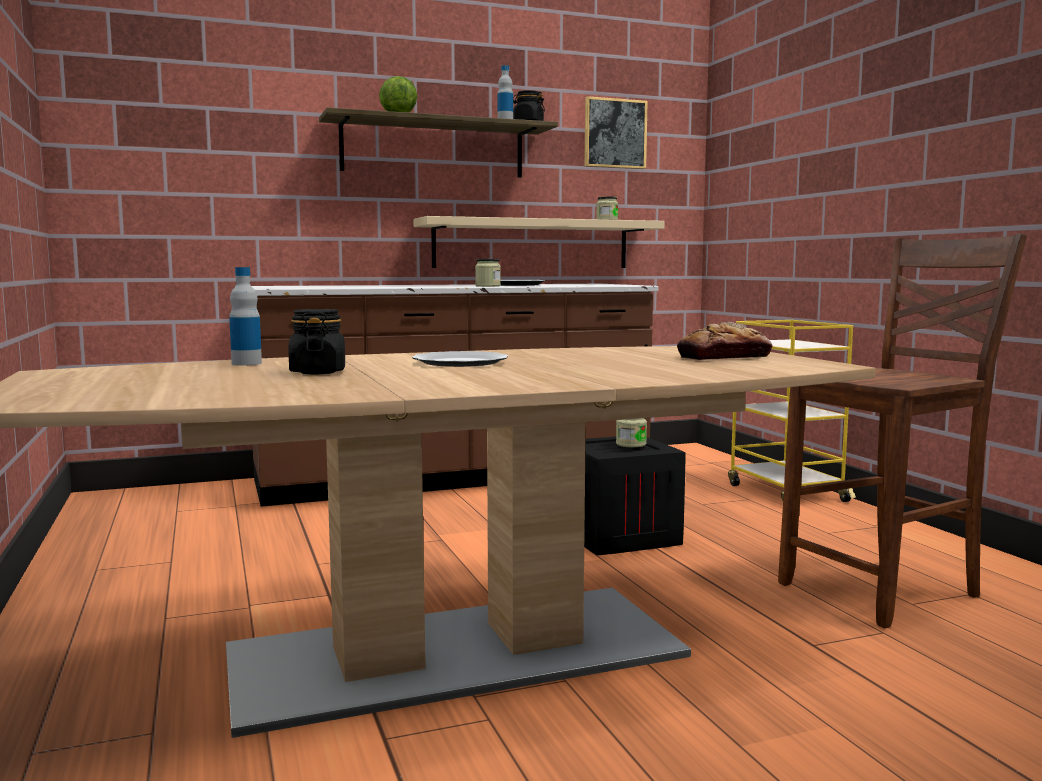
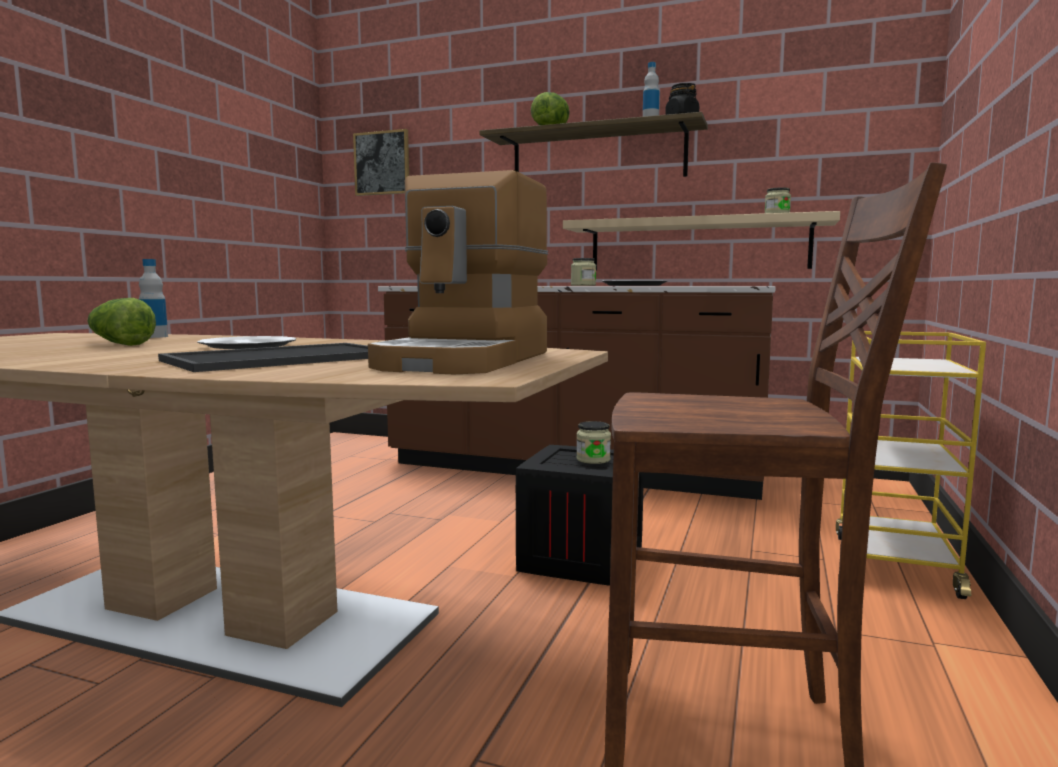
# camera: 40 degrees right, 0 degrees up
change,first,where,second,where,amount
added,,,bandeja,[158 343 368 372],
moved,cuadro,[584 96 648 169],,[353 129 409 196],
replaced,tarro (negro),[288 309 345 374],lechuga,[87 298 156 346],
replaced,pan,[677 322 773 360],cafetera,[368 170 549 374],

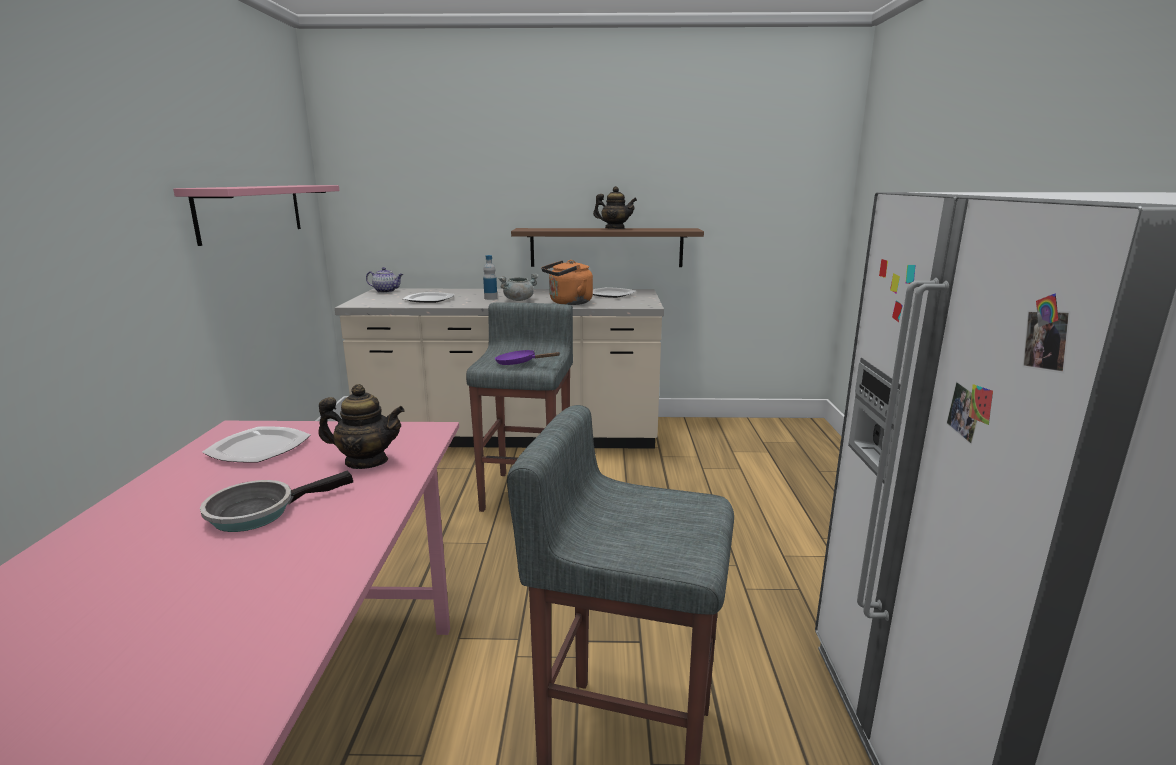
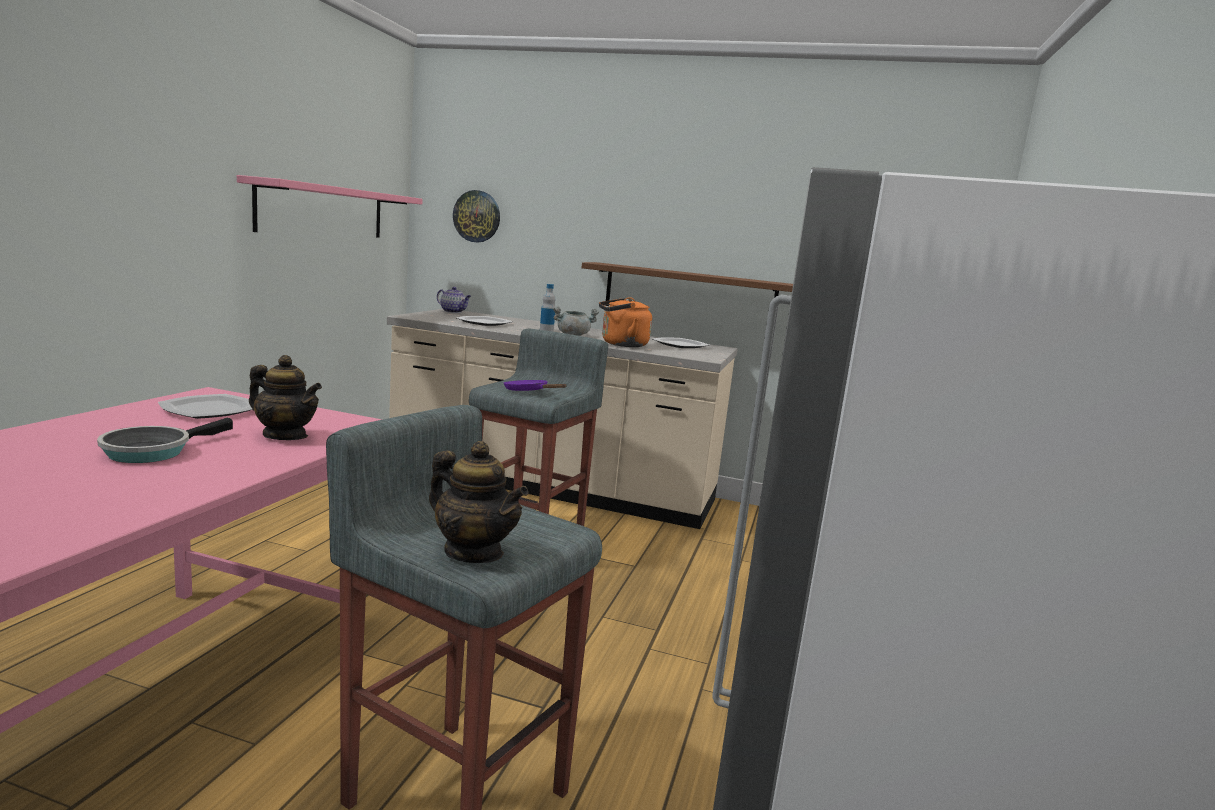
# camera: 15 degrees right, 5 degrees down
change,first,where,second,where,amount
added,,,reloj de pared,[453 190 500 242],
moved,tetera,[593 186 637 229],,[429 441 528 563],
turned,sartén,[200 470 354 532],,[97 418 233 463],45 degrees counterclockwise

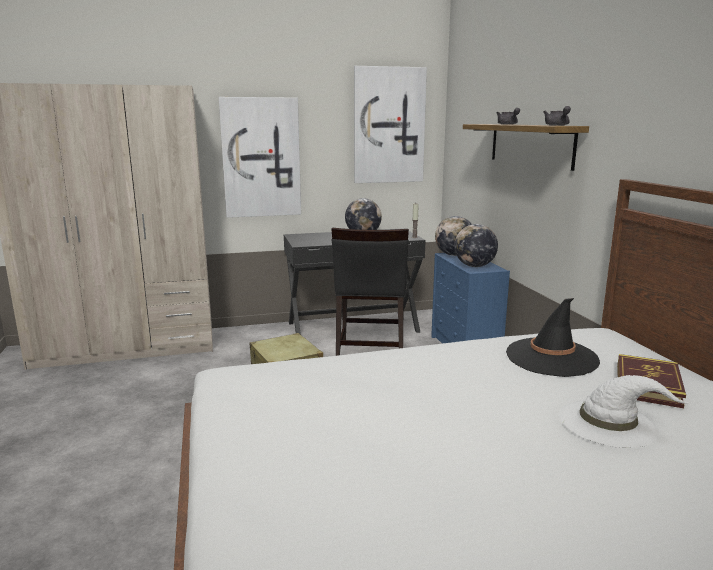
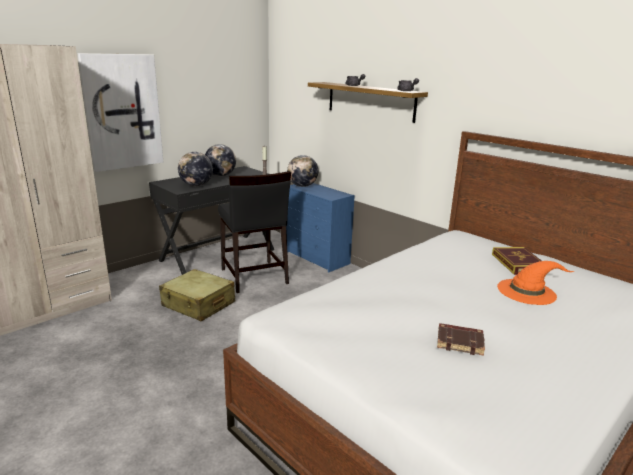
# camera: 30 degrees left, 5 degrees up
change,first,where,second,where,amount
removed,cuadro,[354 66 427 183],,,
removed,sombrero (negro),[506 298 600 377],,,
added,,,libro (marrón),[437 323 485 356],
moved,globo terráqueo,[454 224 498 267],,[178 152 213 186],
recoloured,sombrero (blanco),[559 375 689 448],sombrero (naranja),[497 261 574 305],

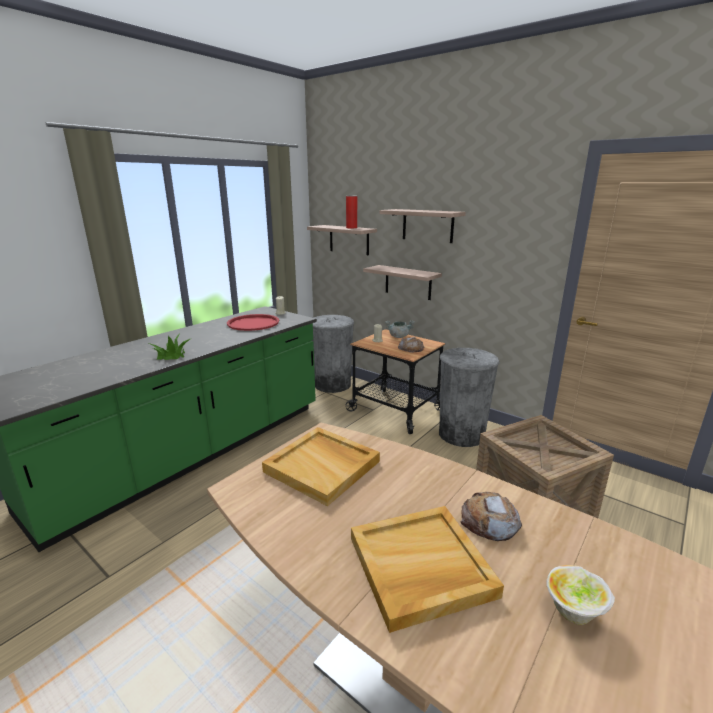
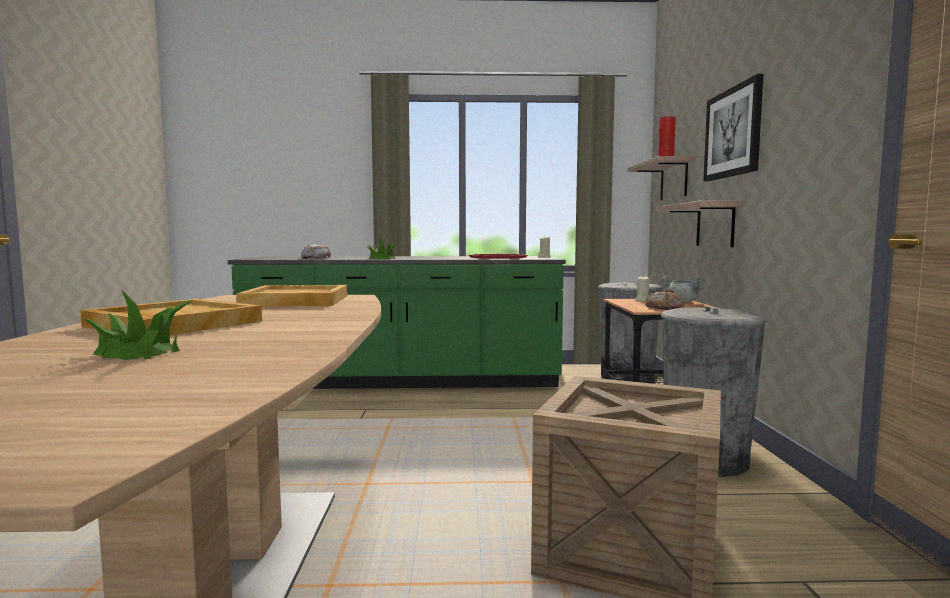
# camera: 50 degrees right, 15 degrees down
change,first,where,second,where,amount
moved,pan,[460 492 522 541],,[301 243 331 259],
replaced,estante,[380 209 466 243],cuadro,[703 74 763 181],
replaced,cuenco,[546 565 615 625],planta en maceta,[83 289 193 360],

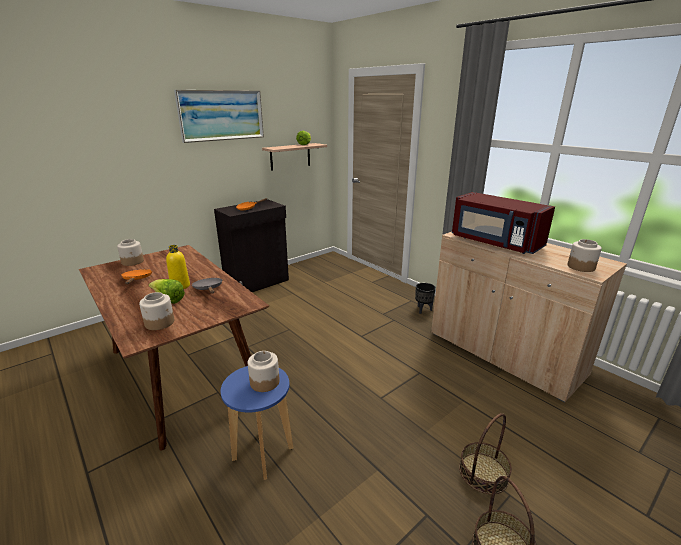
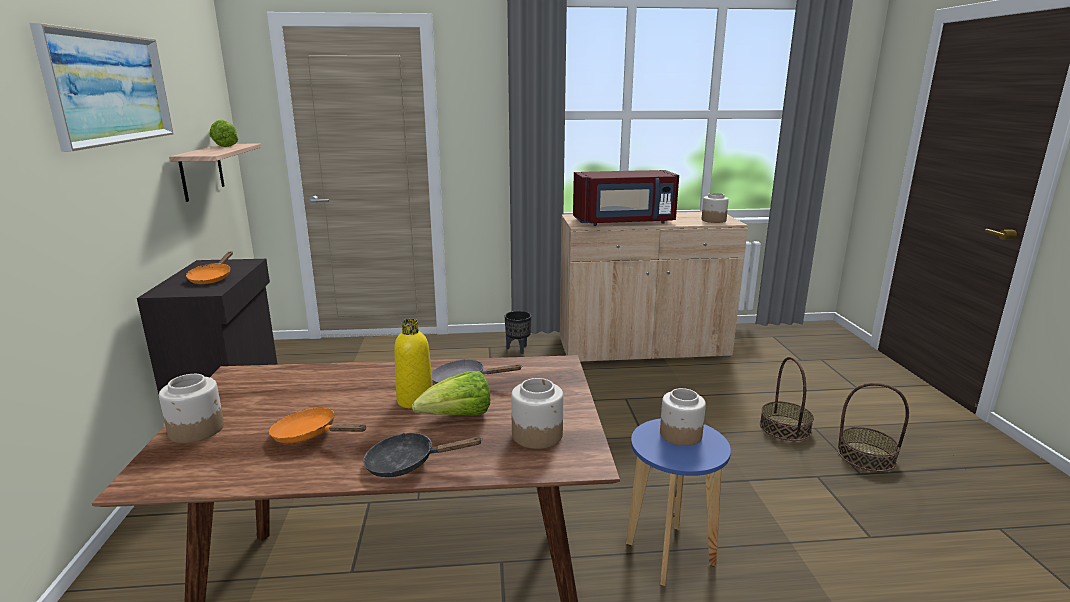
# camera: 55 degrees left, 5 degrees down
change,first,where,second,where,amount
added,,,sartén (negro),[363 433 483 477],

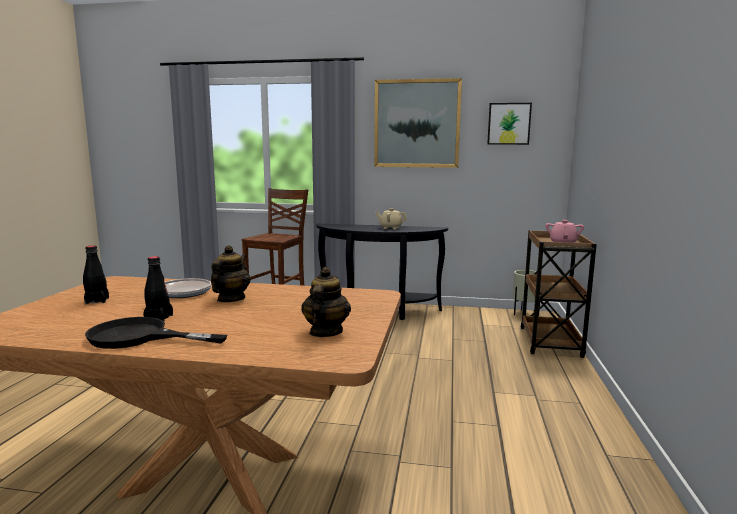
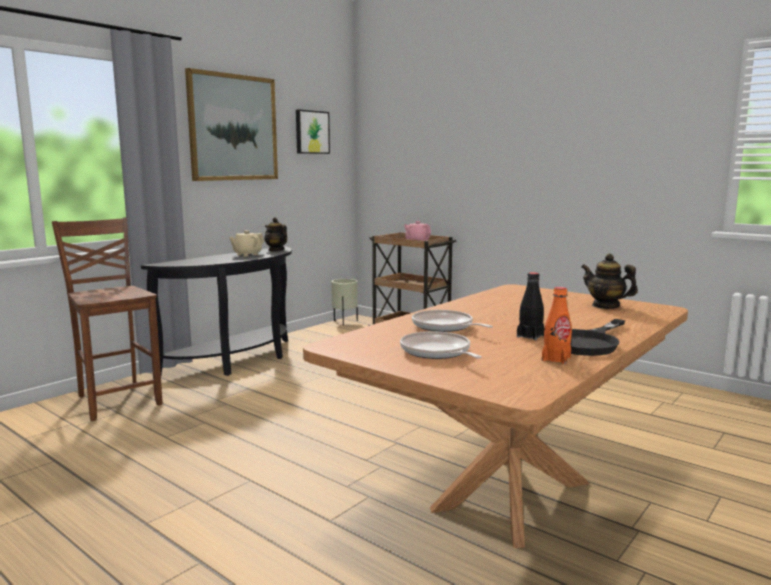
# camera: 60 degrees left, 0 degrees up
change,first,where,second,where,amount
added,,,botella (naranja),[542 287 572 364],
moved,tetera,[211 245 250 302],,[264 217 287 251],
replaced,botella (negro),[83 245 109 304],sartén,[400 331 482 359],

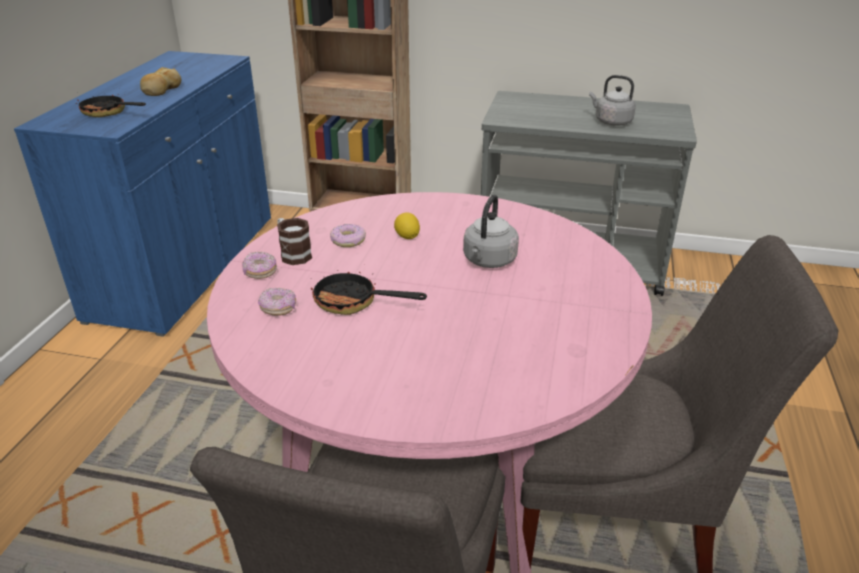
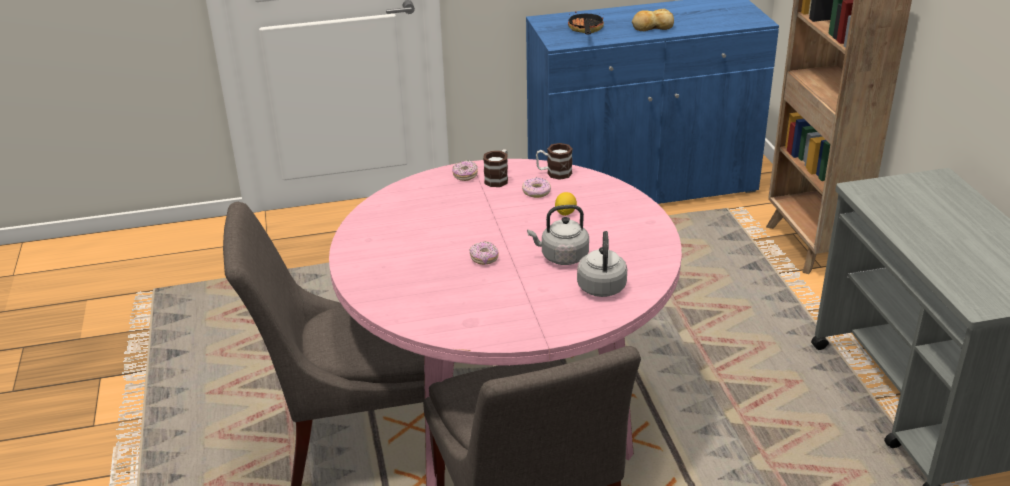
# camera: 65 degrees right, 0 degrees up
change,first,where,second,where,amount
removed,sartén,[311 270 427 315],,,
added,,,taza grande,[536 143 573 180],
moved,rosquilla,[258 288 296 316],,[470 242 499 265],
moved,hervidor (gris),[589 75 636 126],,[577 231 627 297],

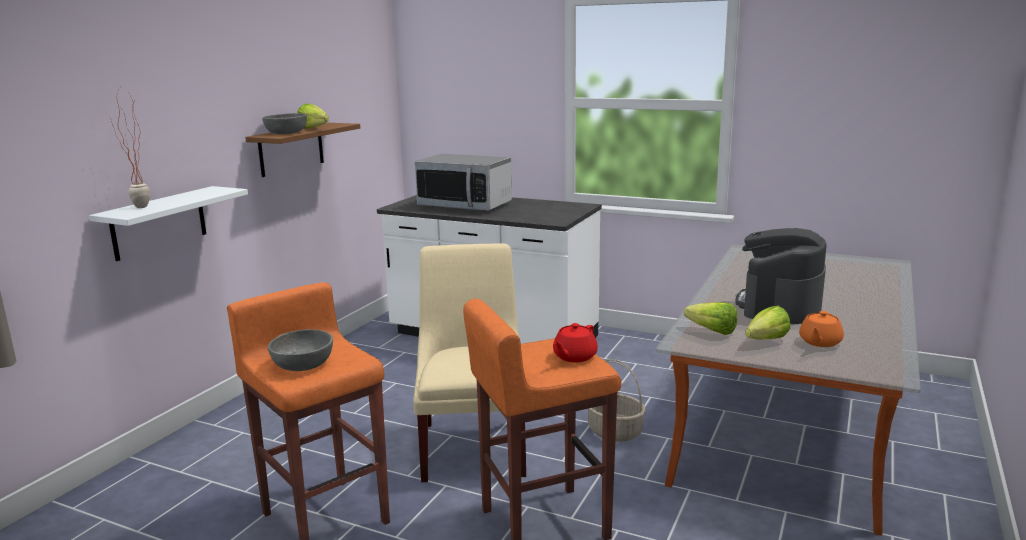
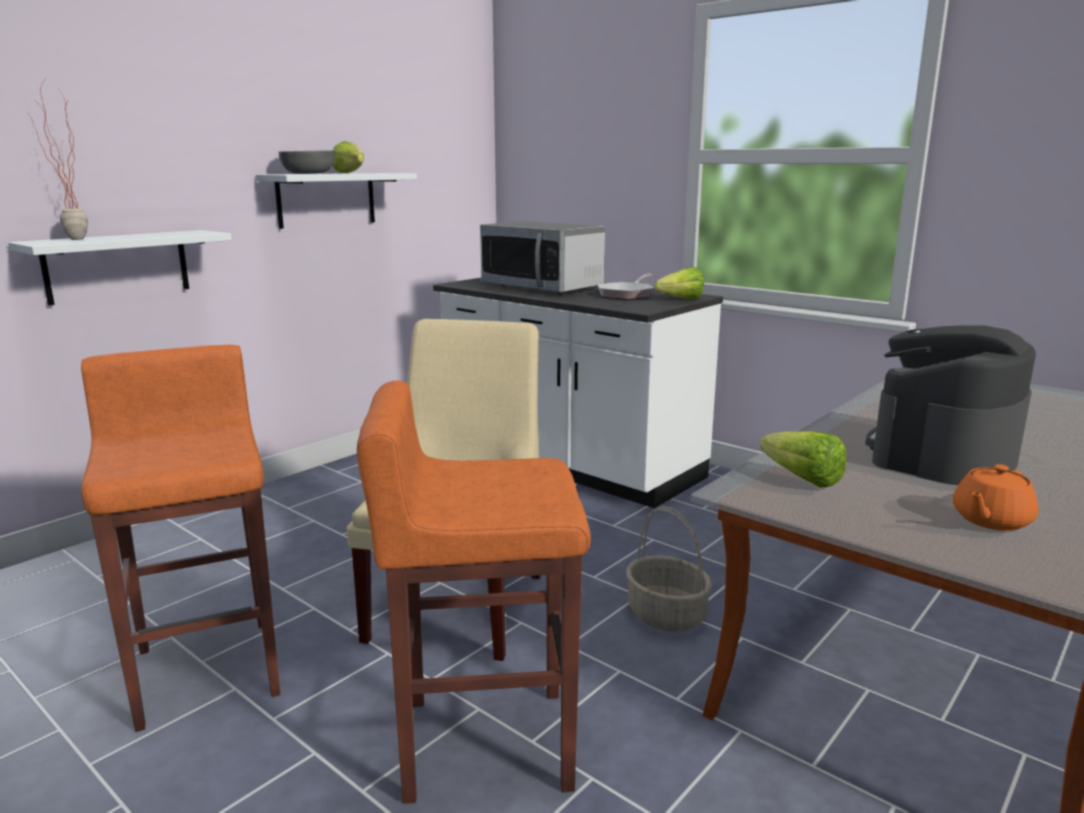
# camera: 15 degrees right, 0 degrees up
change,first,where,second,where,amount
removed,cuenco (gris),[268 329 333 371],,,
removed,tetera (rojo),[553 323 598 362],,,
added,,,sartén,[598 274 653 300],
moved,lechuga,[745 306 790 340],,[654 267 704 299],
recoloured,estante (marrón),[245 123 360 177],estante (blanco),[256 173 417 229],

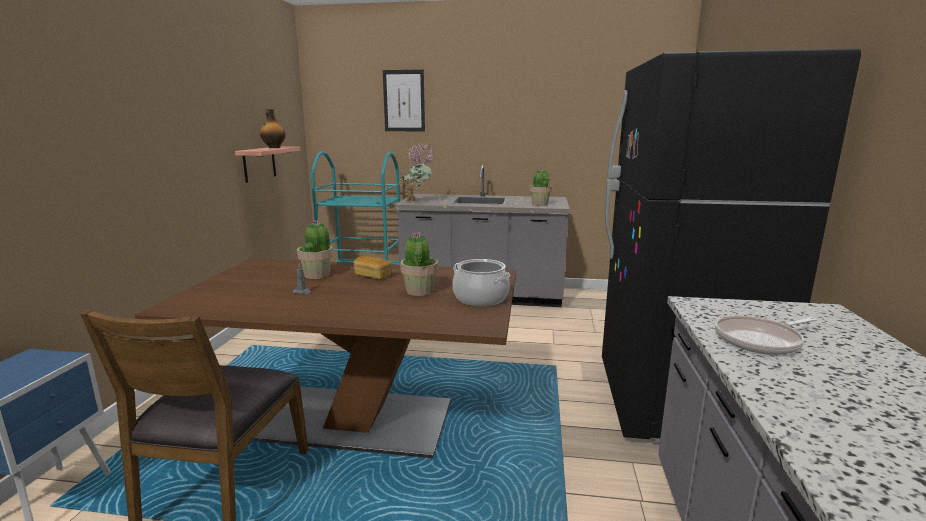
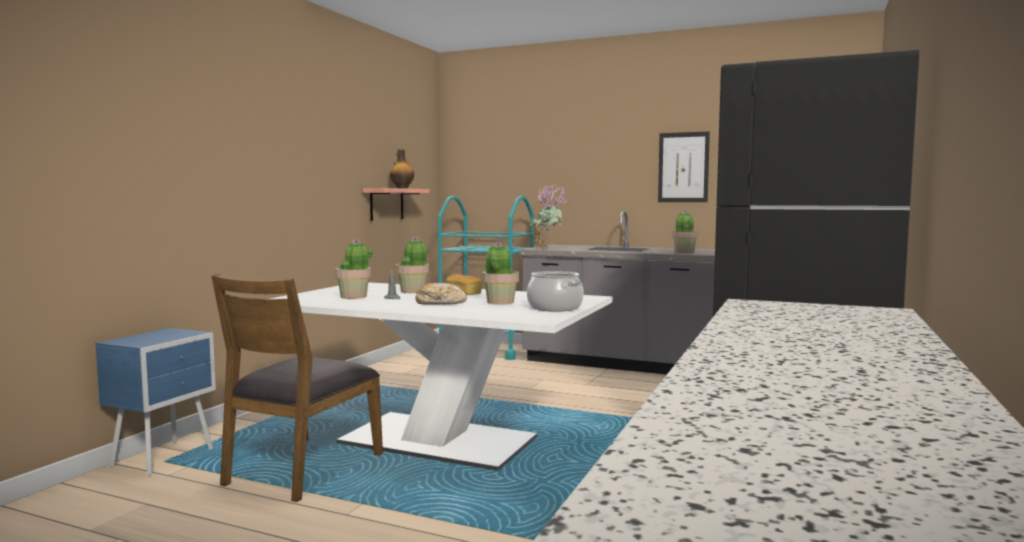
# camera: 15 degrees right, 10 degrees down
change,first,where,second,where,amount
removed,sartén,[715 316 817 355],,,
added,,,planta en maceta,[335 240 372 299],
added,,,pan,[415 283 467 305],
moved,cuadro,[383 70 425 131],,[658 131 710 202],
recoloured,mesa de comedor (marrón),[135 258 516 458],mesa de comedor (blanco),[270 282 612 471],

